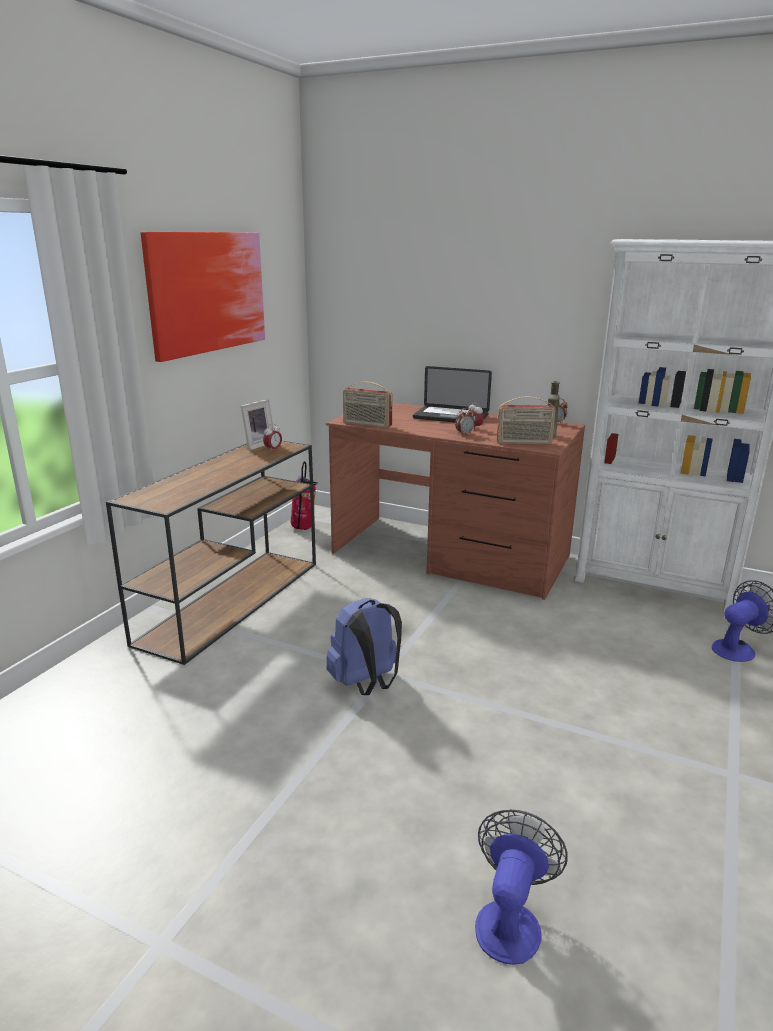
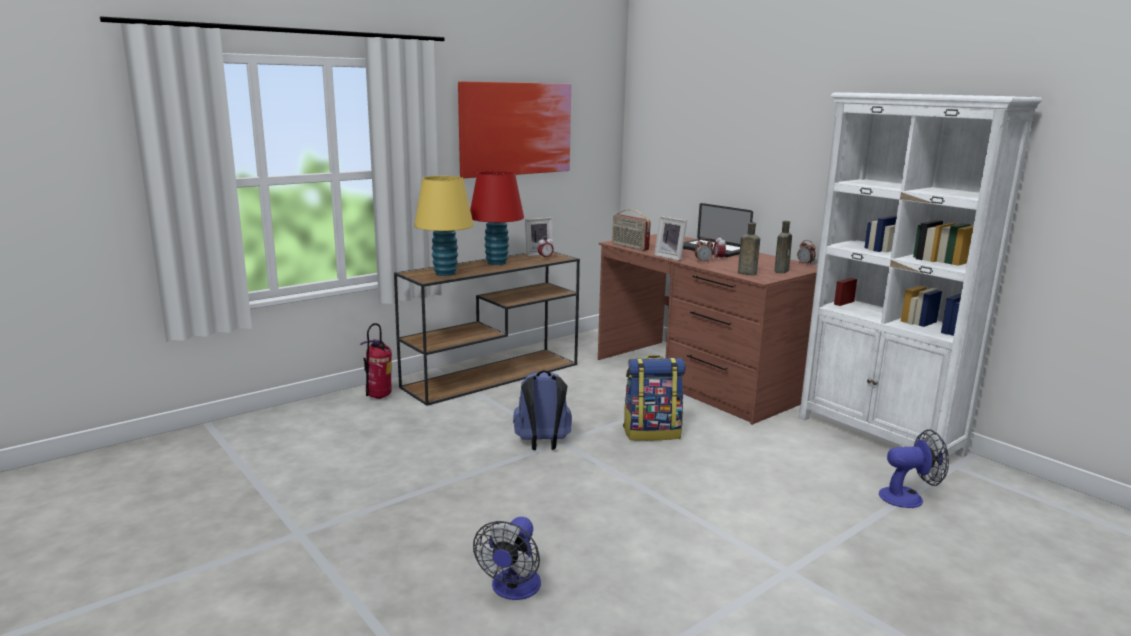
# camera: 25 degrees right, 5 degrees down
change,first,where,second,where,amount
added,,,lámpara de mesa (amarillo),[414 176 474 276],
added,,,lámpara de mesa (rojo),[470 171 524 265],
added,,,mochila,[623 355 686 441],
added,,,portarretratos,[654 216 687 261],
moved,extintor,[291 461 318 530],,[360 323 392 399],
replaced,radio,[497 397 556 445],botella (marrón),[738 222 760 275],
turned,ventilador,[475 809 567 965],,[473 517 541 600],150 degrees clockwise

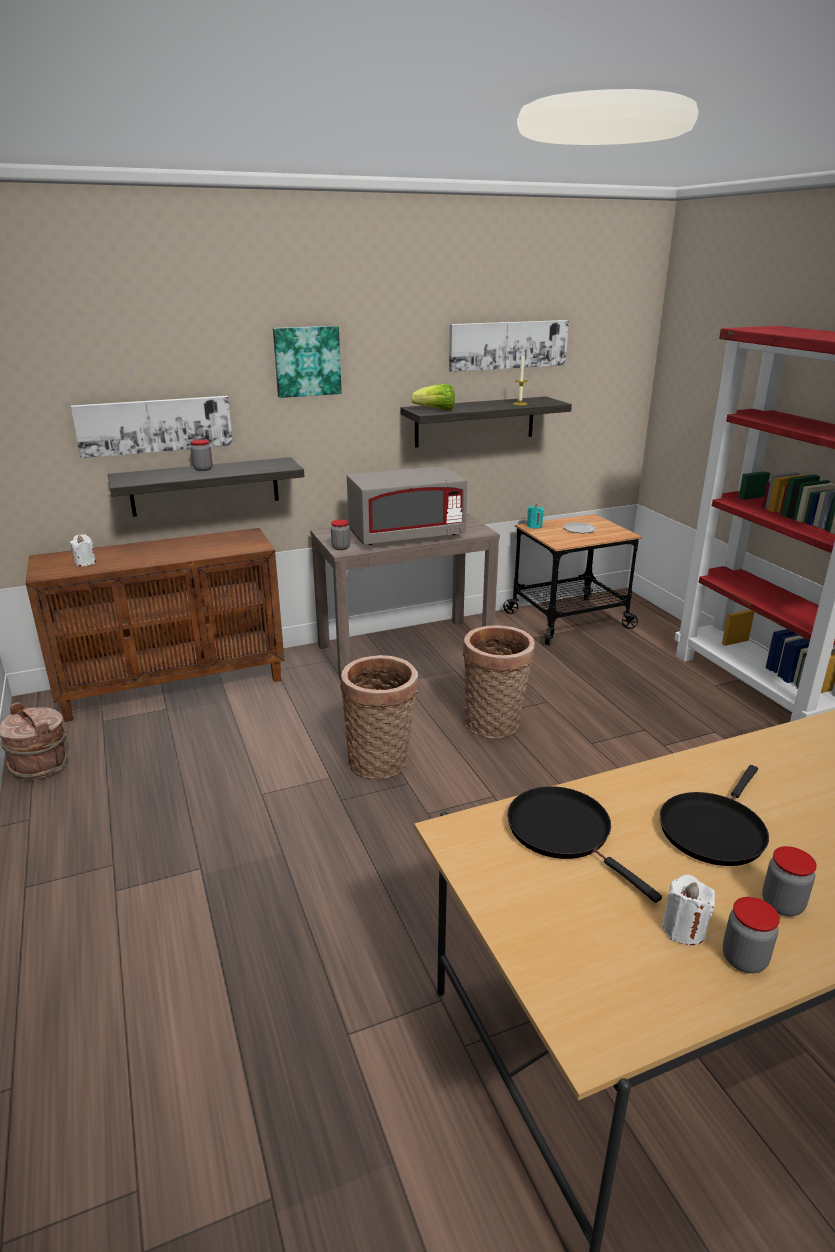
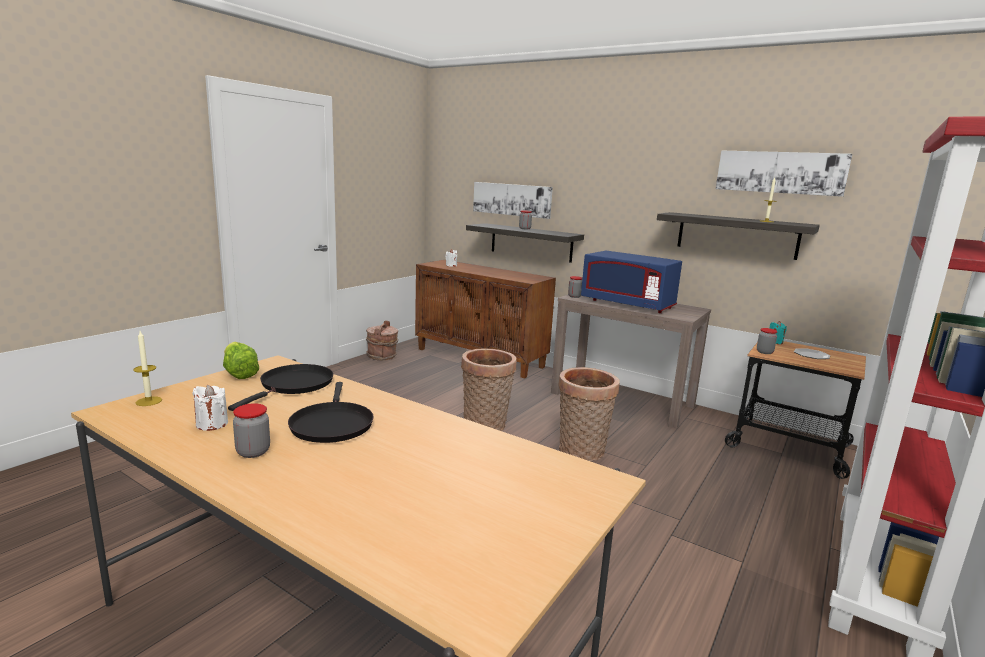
# camera: 55 degrees right, 10 degrees down
change,first,where,second,where,amount
removed,cuadro,[273 326 342 398],,,
added,,,vela,[133 331 162 406],
moved,lechuga,[411 384 455 410],,[223 342 259 379],
moved,tarro,[723 897 780 973],,[757 328 777 354],
recoloured,microondas (gris),[347 466 467 545],microondas (azul),[581 251 682 313],
turned,sartén (negro),[660 765 769 866],,[288 382 373 443],105 degrees counterclockwise

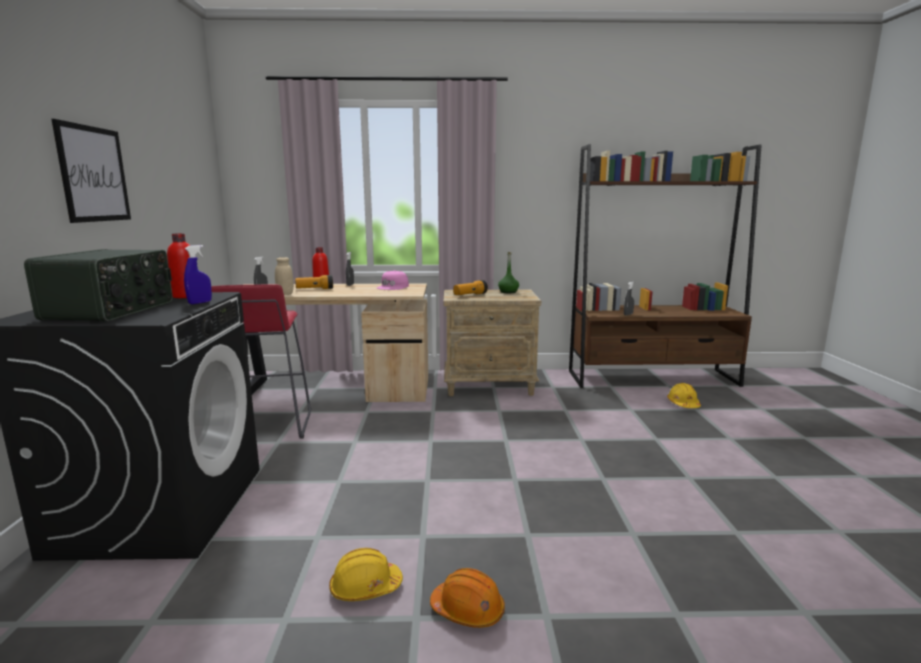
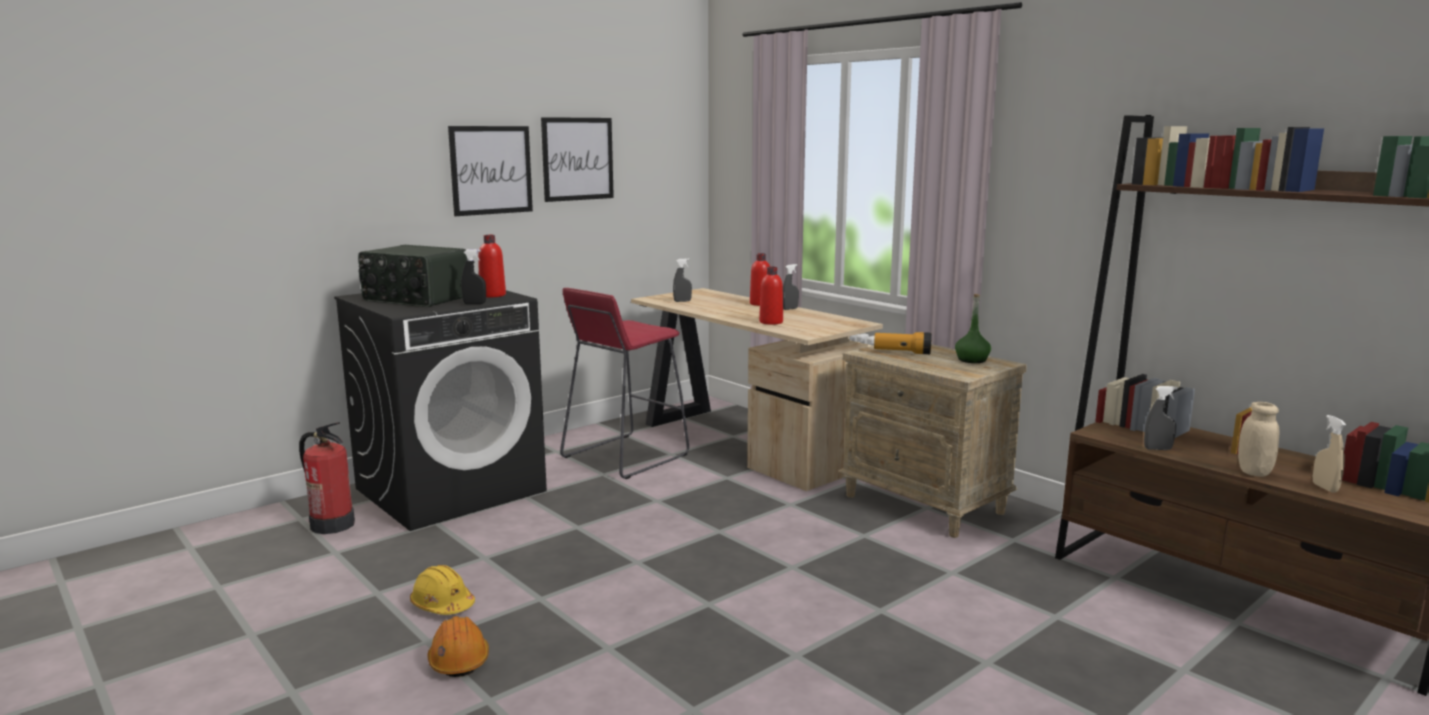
# camera: 50 degrees right, 0 degrees up
change,first,where,second,where,amount
removed,linterna,[295 275 333 289],,,
removed,gorra (rosa),[377 271 409 290],,,
removed,casco (amarillo),[667 383 701 408],,,
added,,,extintor,[299 422 355 534],
added,,,cuadro,[541 117 614 202],
added,,,botella (rojo),[759 267 783 325],
added,,,pulverizador (beis),[1313 415 1346 493],
moved,tarro (beis),[275 257 294 295],,[1238 402 1279 477],
recoloured,pulverizador (azul),[184 245 212 304],pulverizador (negro),[461 249 486 304],
turned,radio,[24 249 173 321],,[358 245 467 307],60 degrees clockwise

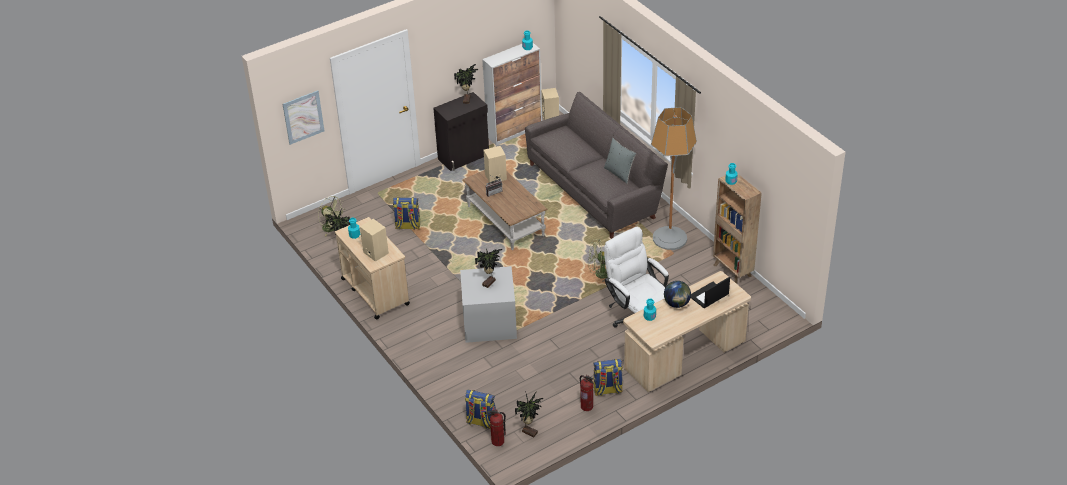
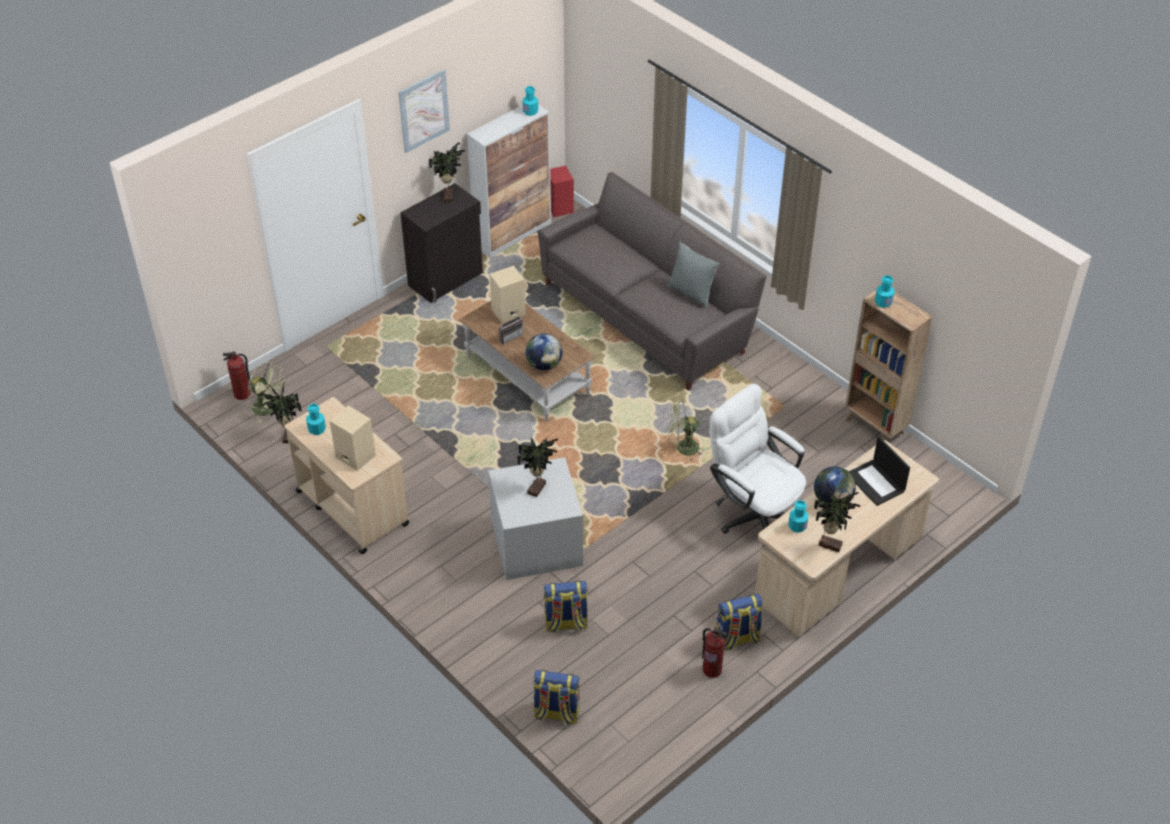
# camera: 10 degrees left, 5 degrees up
change,first,where,second,where,amount
removed,lámpara de pie,[651 107 697 250],,,
added,,,globo terráqueo,[526 334 562 370],
moved,cuadro,[283 90 324 145],,[398 69 450 153],
moved,mochila,[393 197 420 230],,[544 581 588 633],
moved,extintor,[488 410 506 446],,[223 351 251 400],
moved,planta en maceta,[515 391 543 437],,[814 483 860 552],
recoloured,altavoz (beis),[541 88 559 120],altavoz (rojo),[550 165 574 217],
turned,portátil,[691 277 730 308],,[849 437 910 506],75 degrees counterclockwise

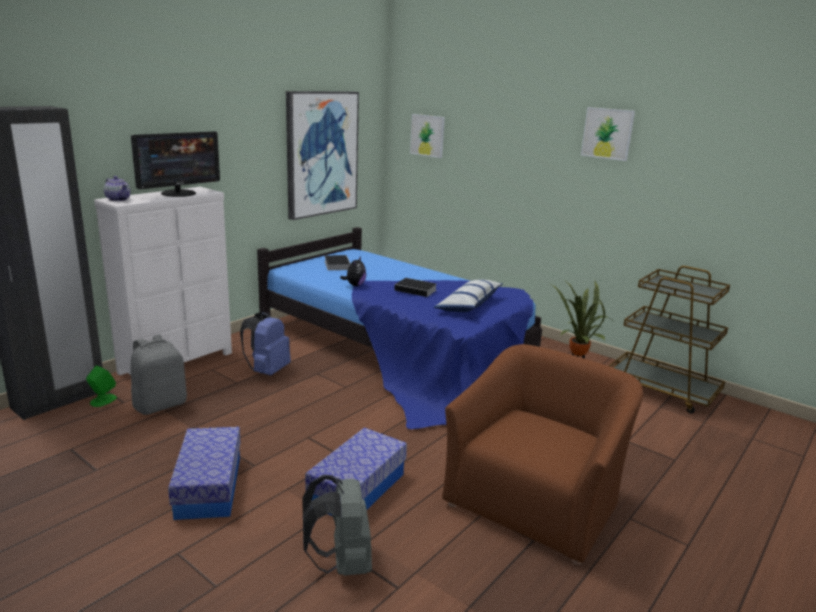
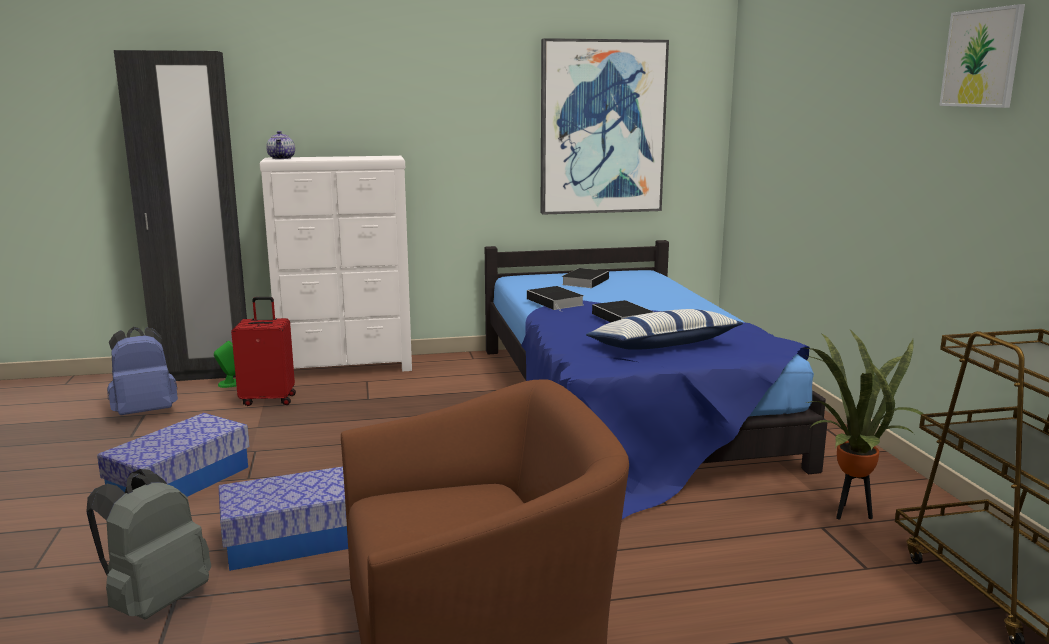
# camera: 40 degrees right, 5 degrees down
change,first,where,second,where,amount
removed,monitor,[131 131 220 197],,,
removed,cuadro,[410 114 445 158],,,
moved,mochila (azul),[240 312 291 376],,[107 327 178 415],
replaced,mochila (gris),[130 335 187 415],maleta (rojo),[231 297 296 406],
replaced,peluche,[340 257 366 286],libro,[527 286 584 311],

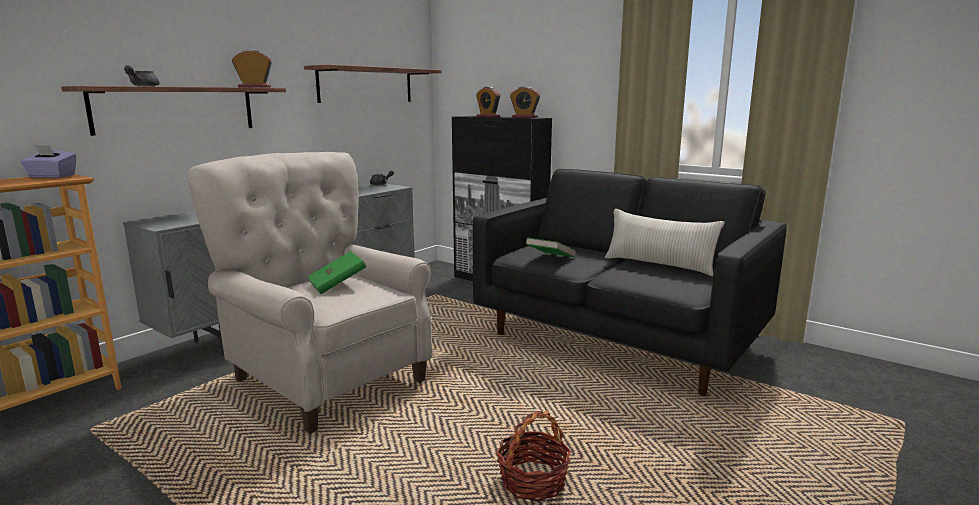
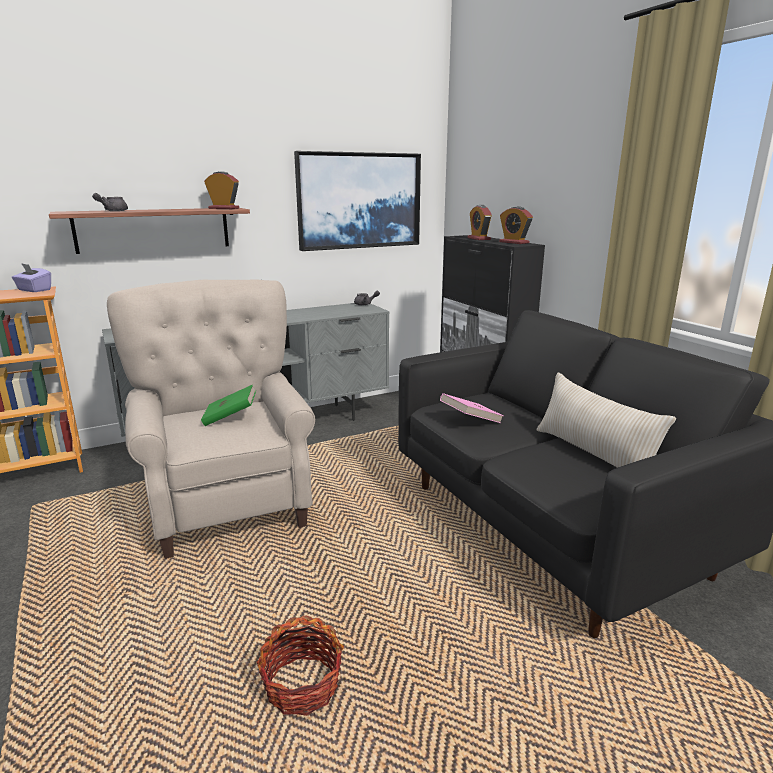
# camera: 25 degrees right, 5 degrees up
change,first,where,second,where,amount
replaced,estante,[304 65 441 103],cuadro,[294 151 421 251],
recoloured,libro (verde),[526 238 576 257],libro (rosa),[440 393 503 423],

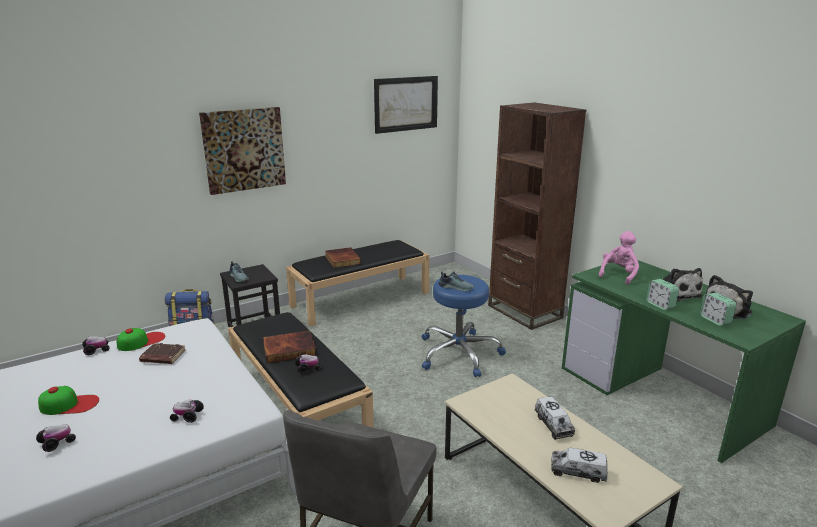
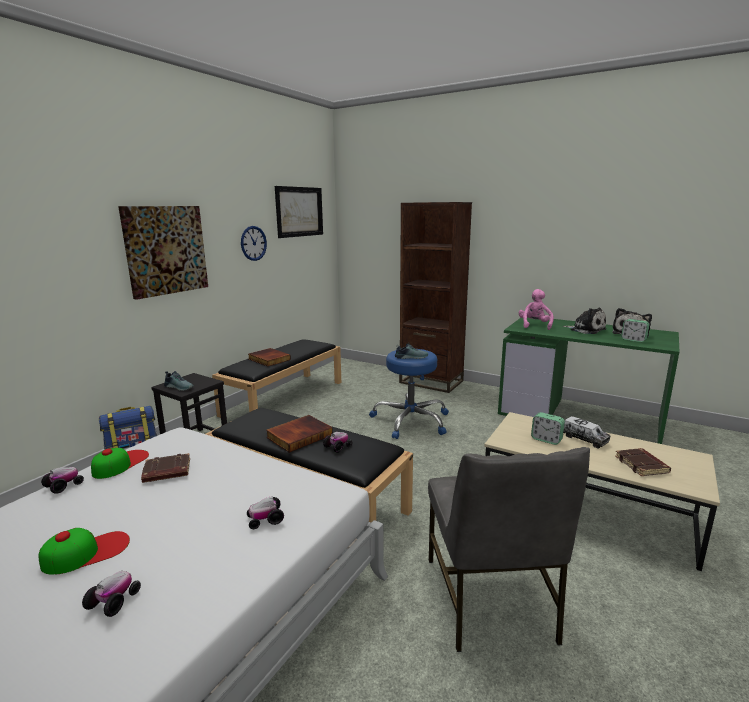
# camera: 25 degrees left, 5 degrees down
change,first,where,second,where,amount
added,,,reloj de pared,[241 226 267 261],
moved,despertador,[646 279 679 310],,[531 412 565 445],
replaced,camión de juguete,[551 448 608 483],libro (marrón),[615 448 671 476],

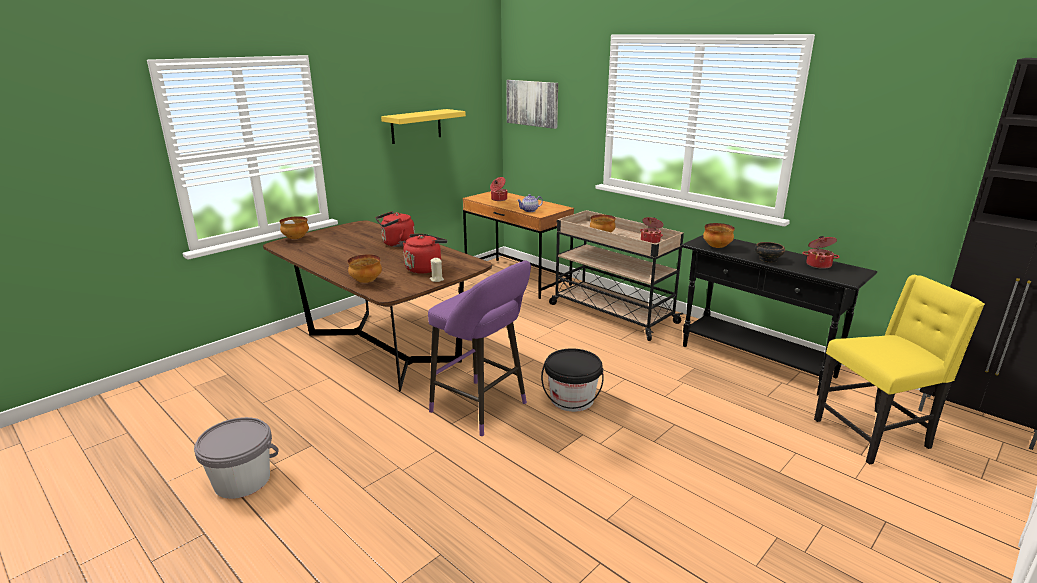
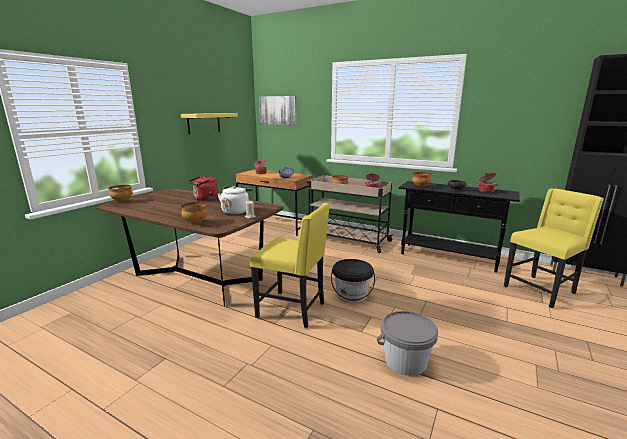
# camera: 15 degrees left, 5 degrees down
change,first,where,second,where,amount
moved,cubo (gris),[194 417 279 499],,[377 311 438 376],
replaced,taburete (morado),[428 260 531 436],silla (amarillo),[250 203 330 328],
recoloured,hervidor (rojo),[403 234 447 273],hervidor (blanco),[218 186 253 215],

